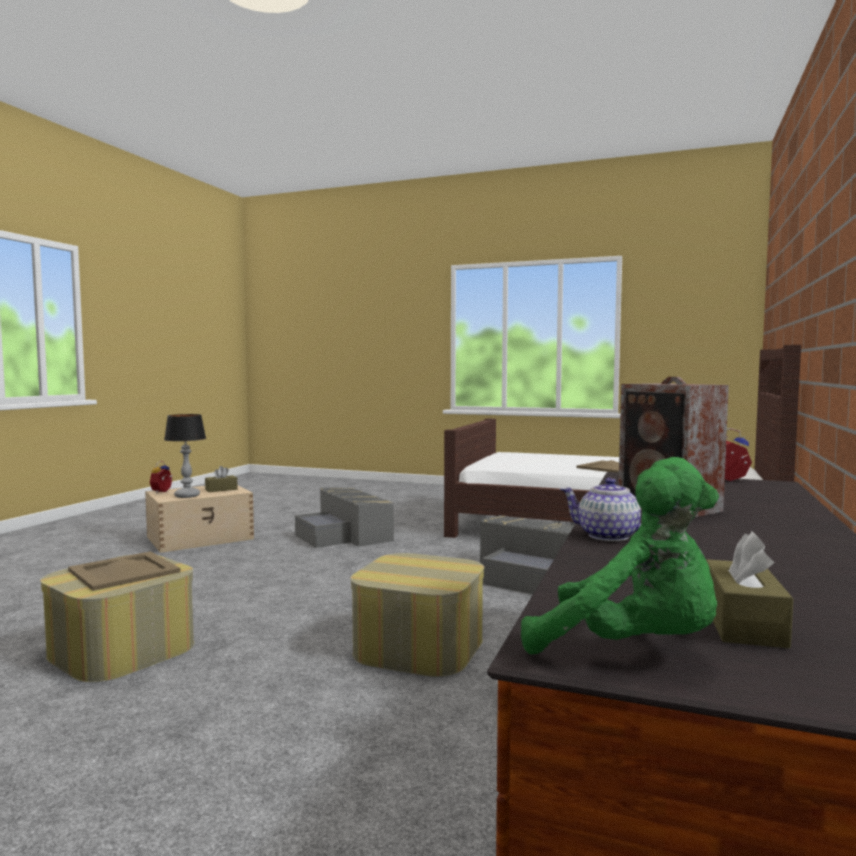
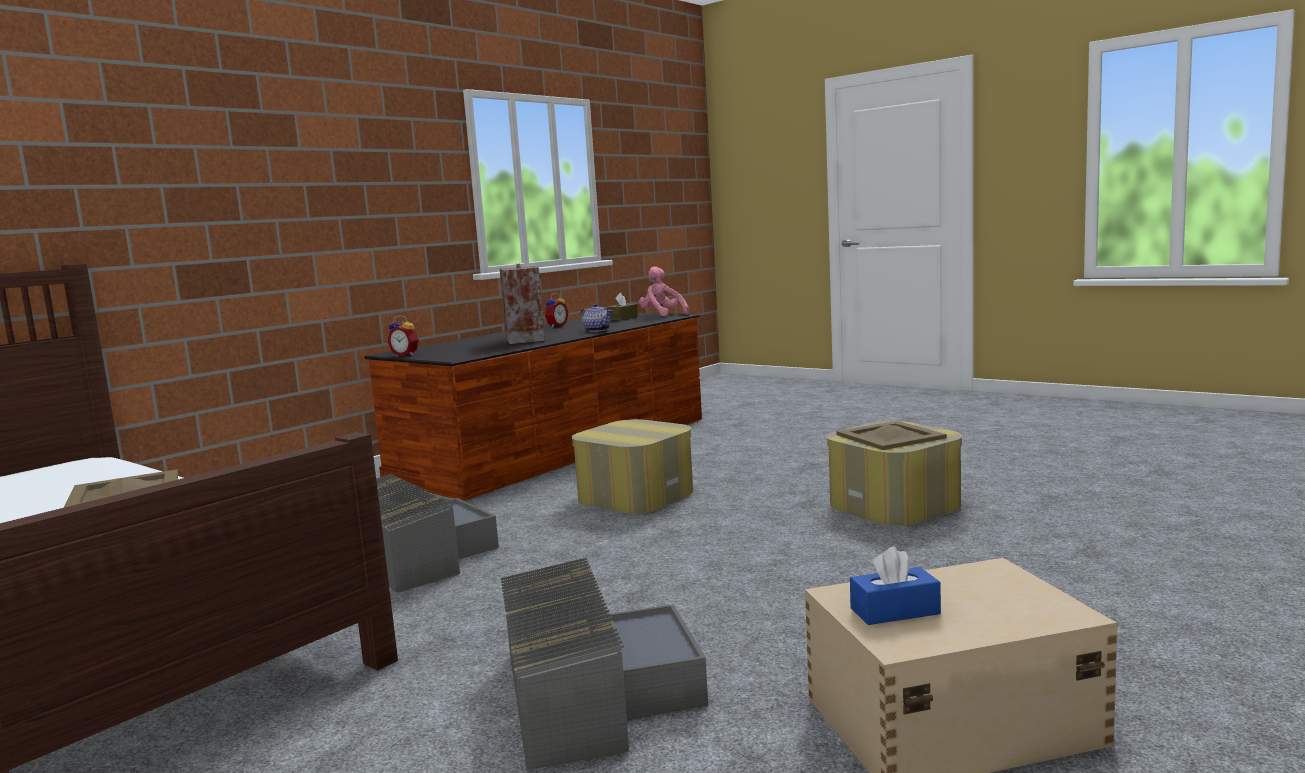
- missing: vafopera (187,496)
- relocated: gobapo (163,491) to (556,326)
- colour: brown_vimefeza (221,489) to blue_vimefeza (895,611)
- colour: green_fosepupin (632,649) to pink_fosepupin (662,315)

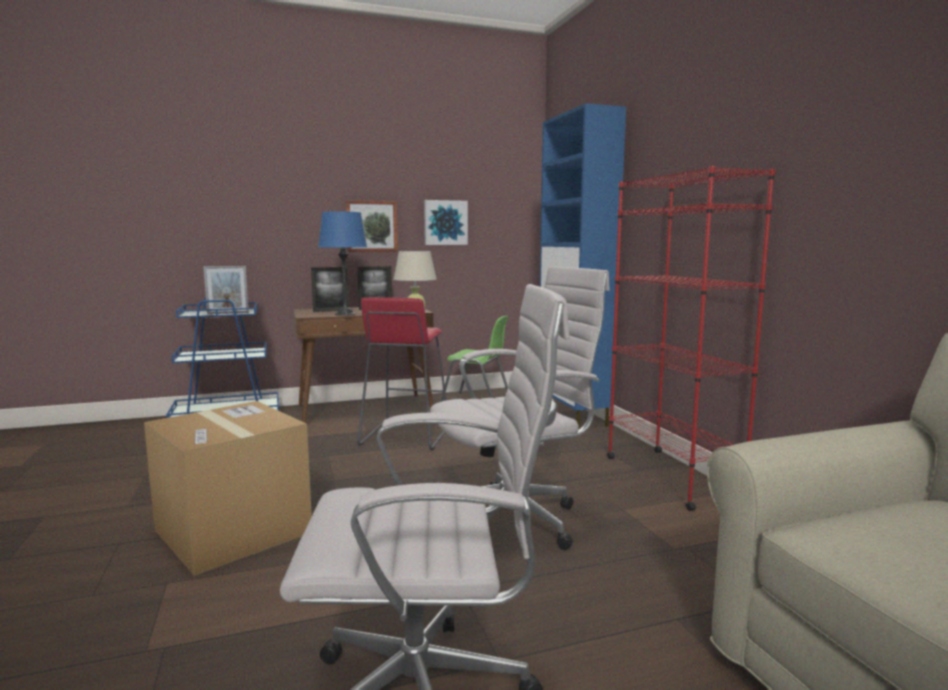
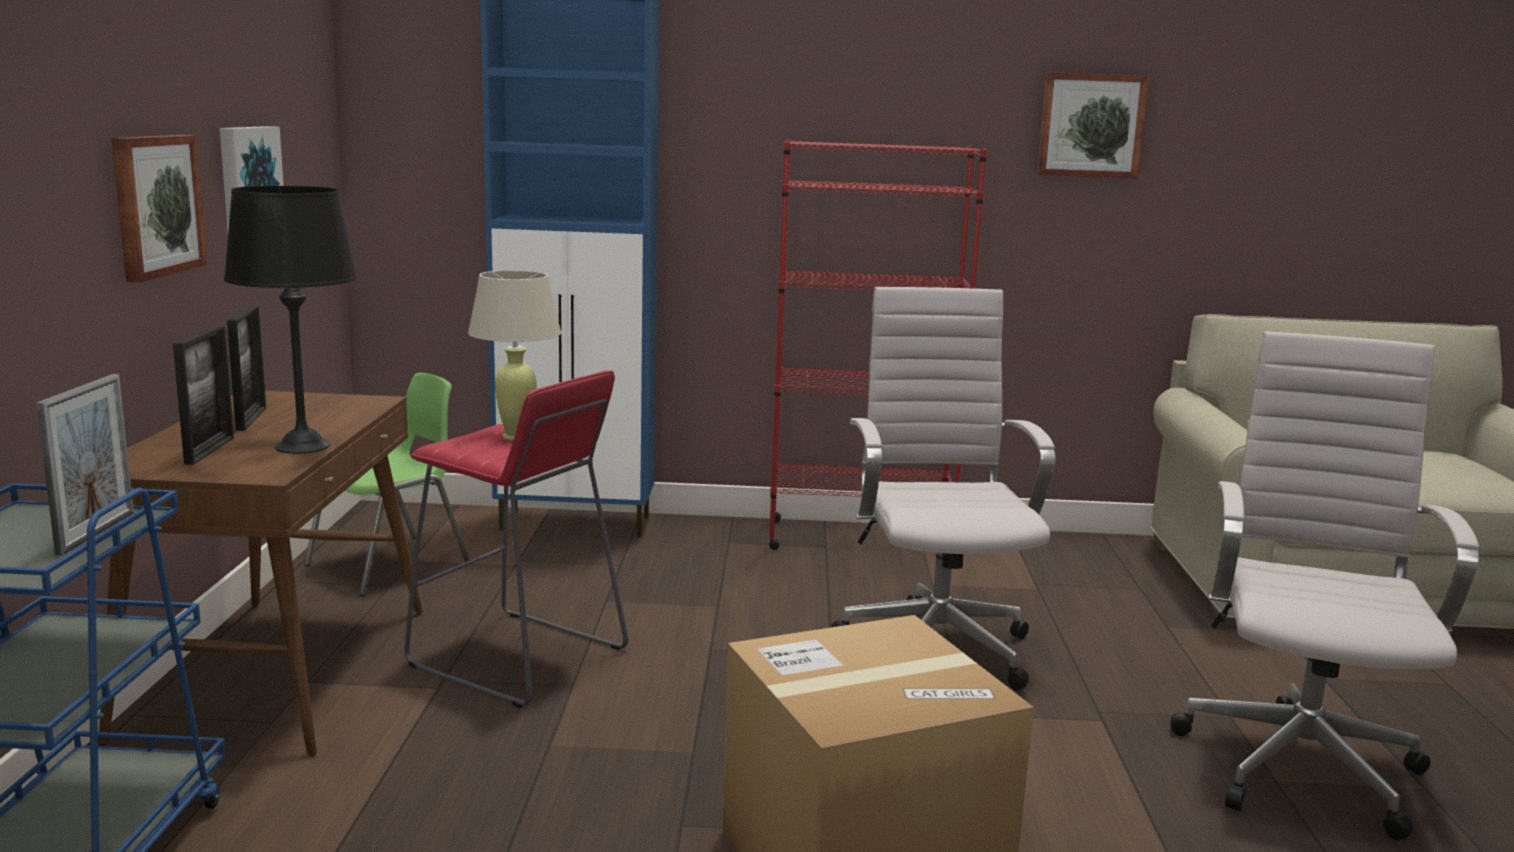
- appeared: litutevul (1090,125)
- colour: blue_vafopera (345,314) to black_vafopera (302,446)

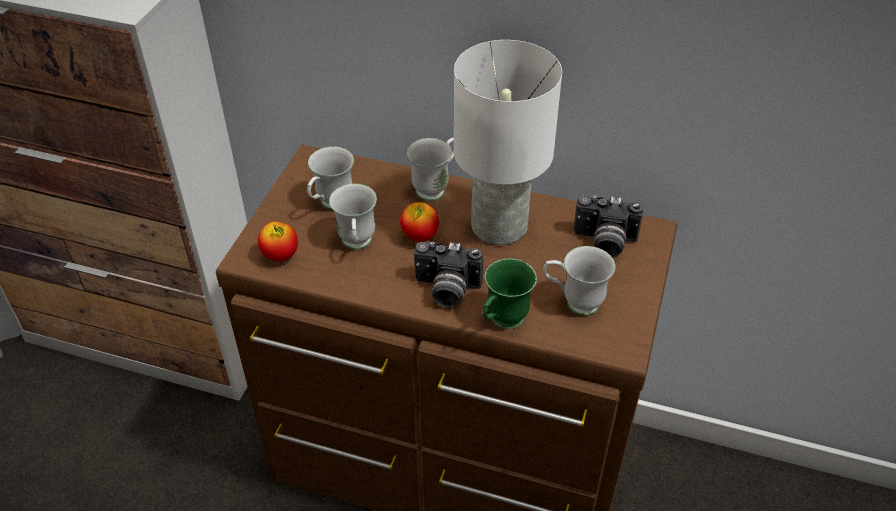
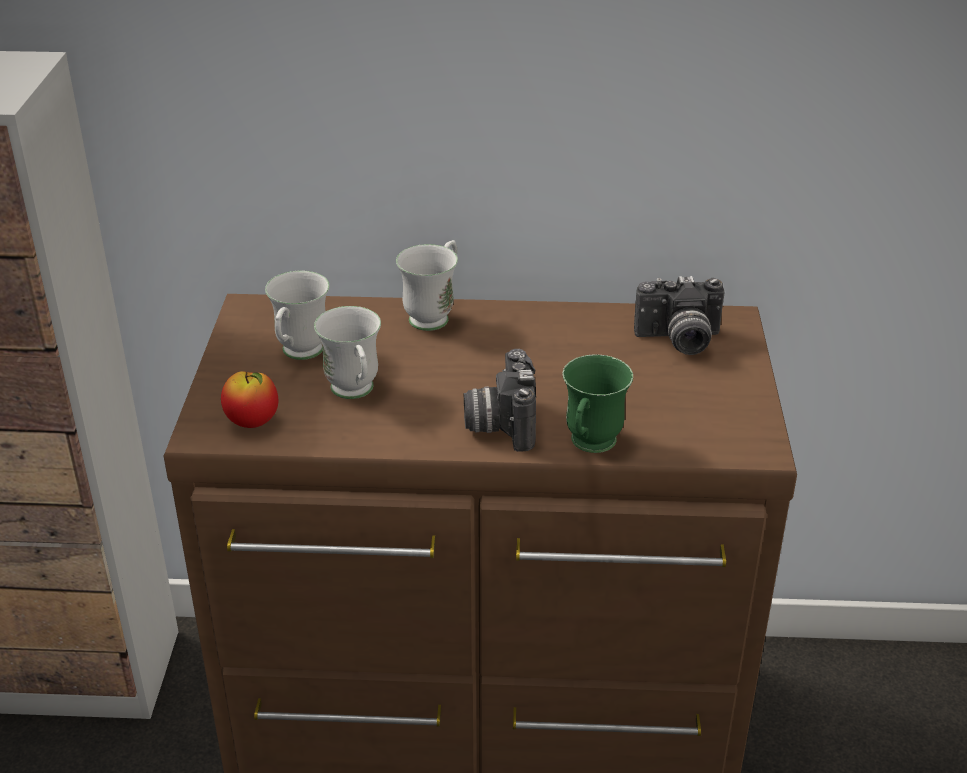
- missing: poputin (419,236)
- missing: white_vafopera (497,225)
- missing: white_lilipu (573,302)
- spun: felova (446,290) = (499,424) 90 degrees clockwise

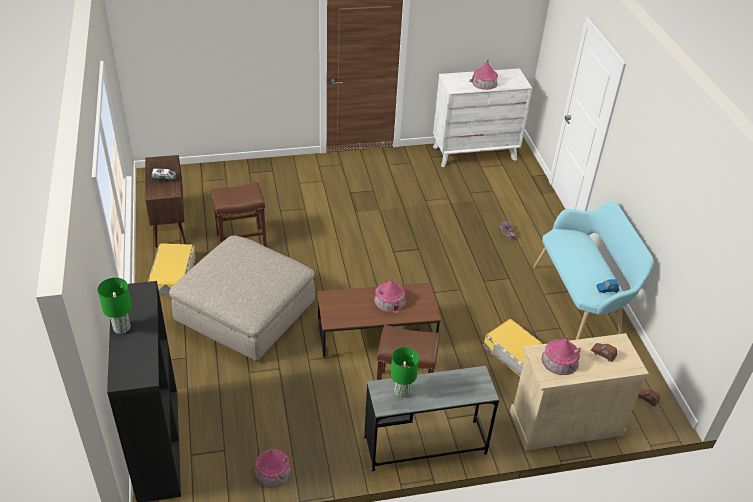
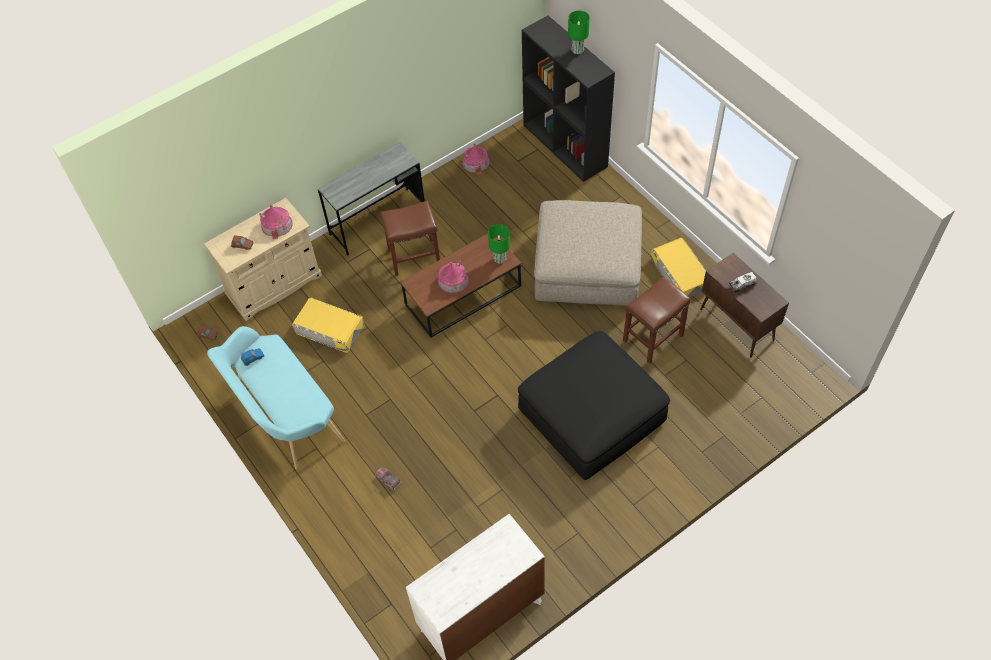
- missing: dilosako (484,82)
- appeared: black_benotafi (591,415)
- relocated: green_vafopera (402,392) to (499,258)

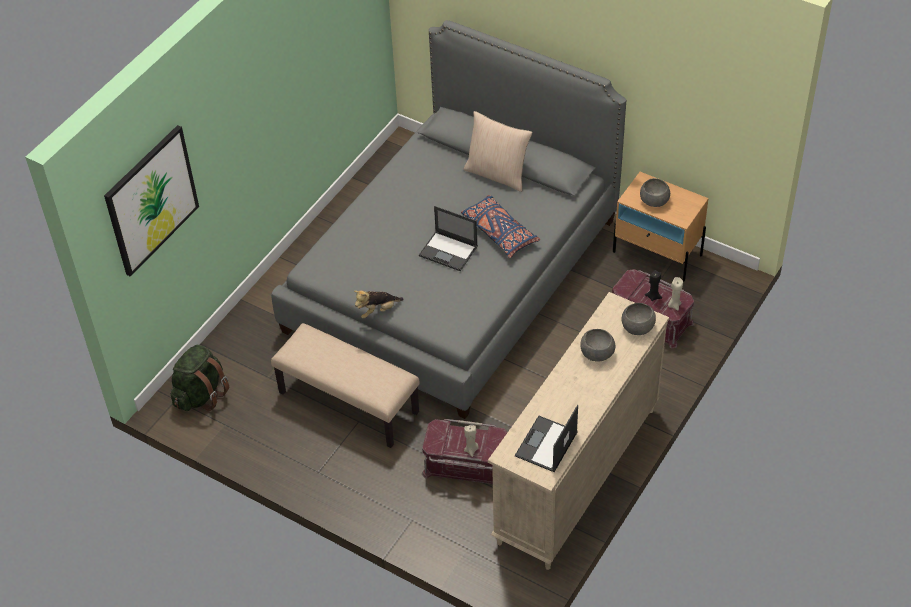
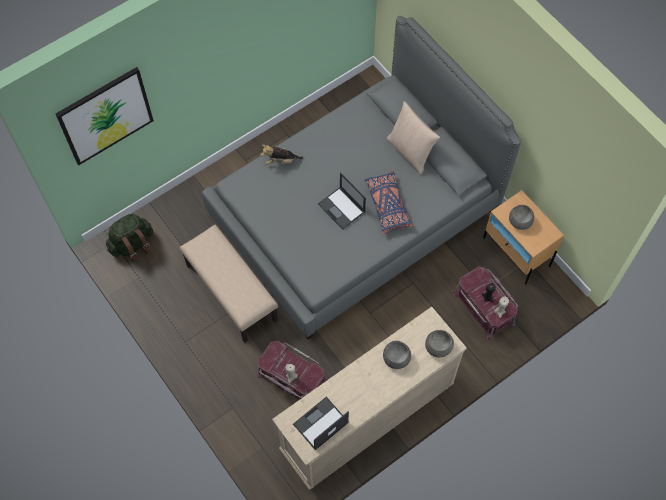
- relocated: fosepupin (378,310) to (281,161)

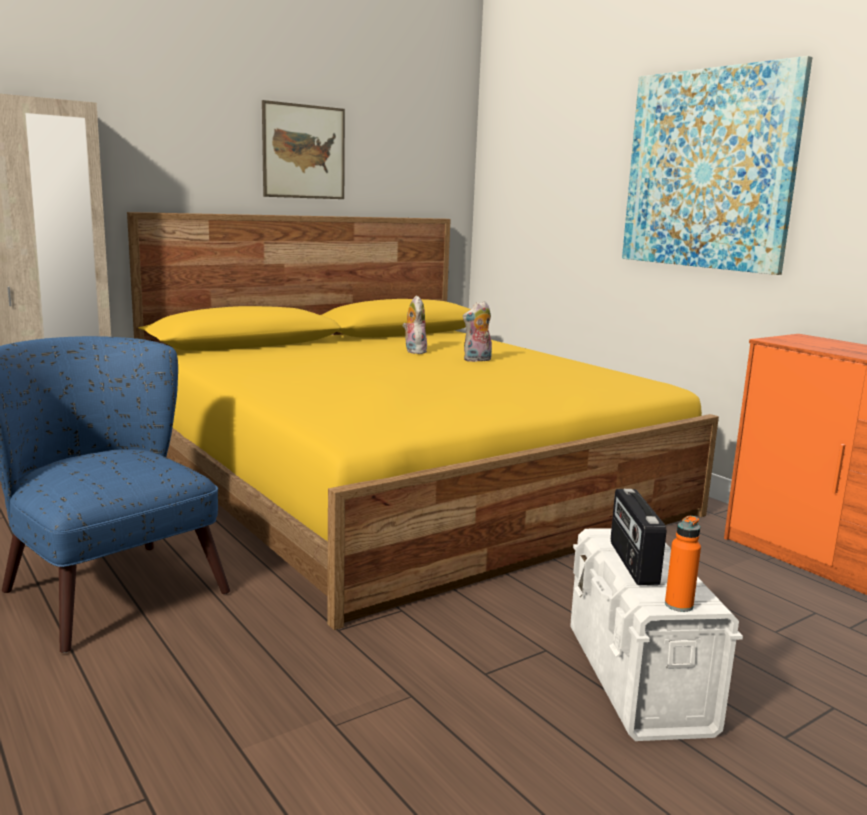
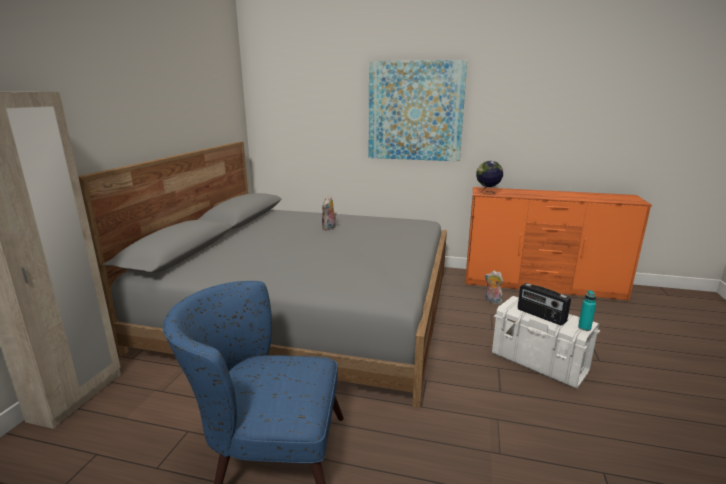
- missing: litutevul (304,152)
- appeared: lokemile (487,193)
- relocated: fosepupin (413,351) to (492,301)
- colour: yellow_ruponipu (403,483) to grey_ruponipu (308,308)
- colour: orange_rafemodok (678,605) to turquoise_rafemodok (584,328)

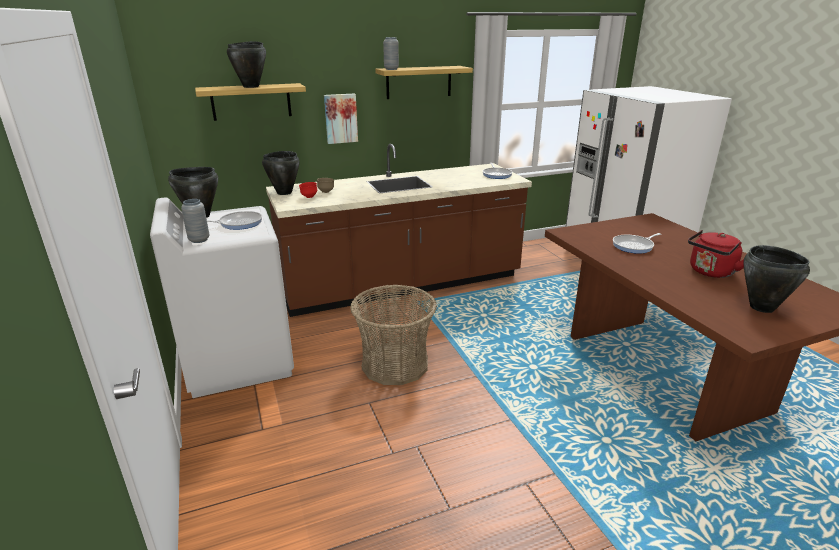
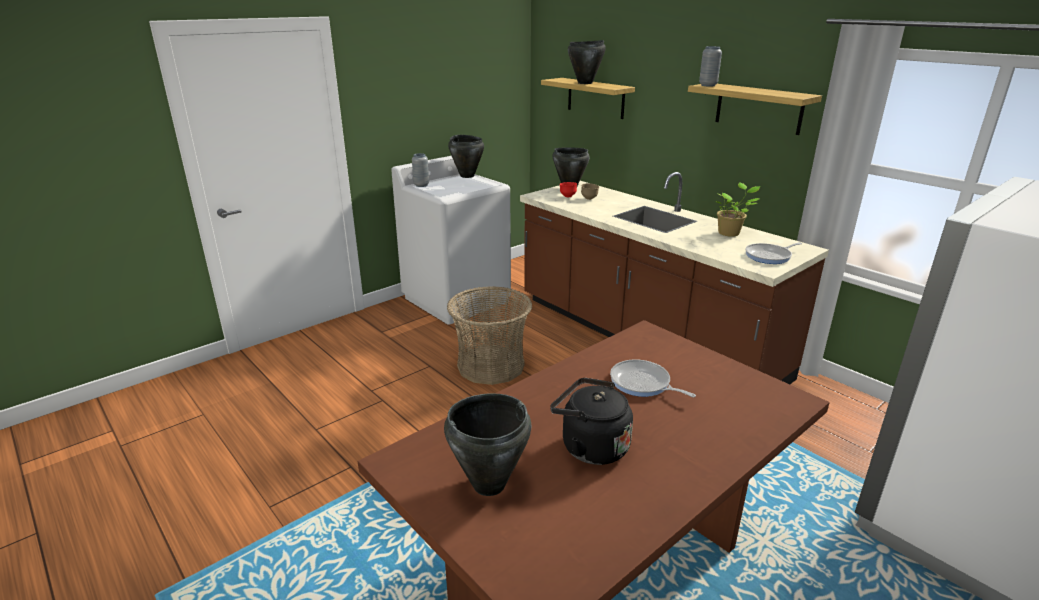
- missing: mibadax (238,223)
- missing: litutevul (340,118)
- appeared: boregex (730,233)
- colour: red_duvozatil (710,272) to black_duvozatil (590,447)

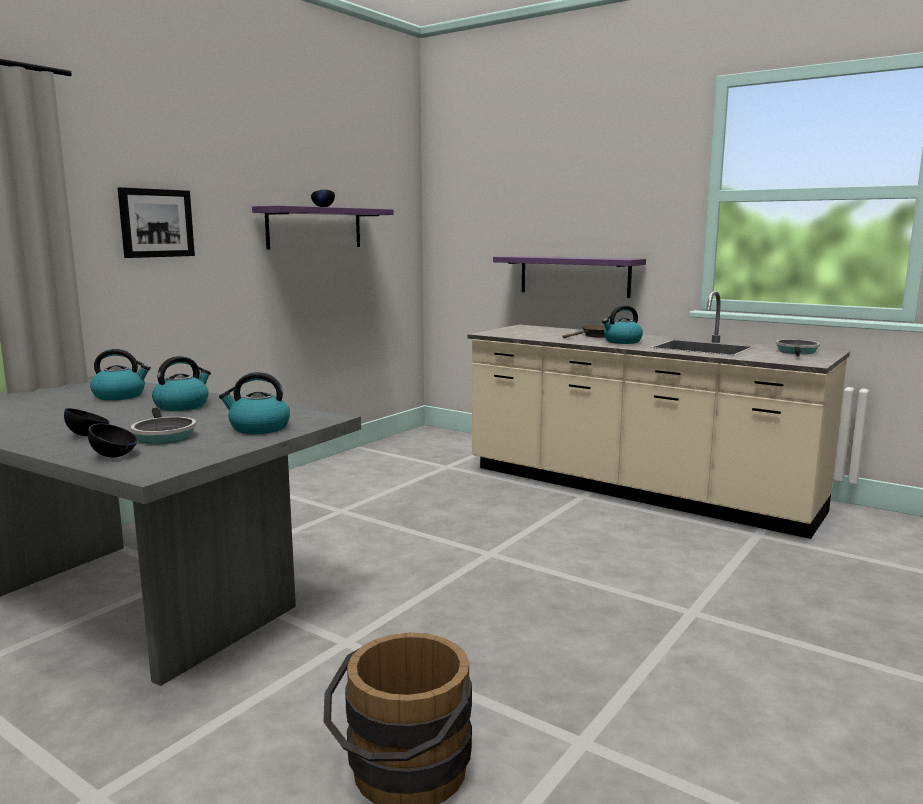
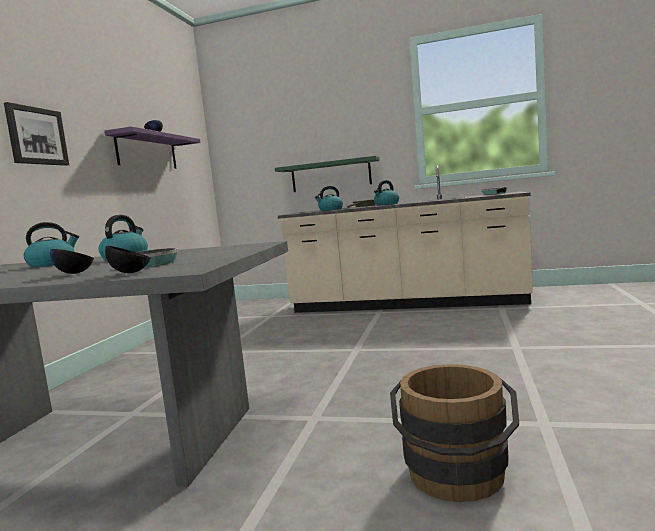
- relocated: duvozatil (258,428) to (330,210)
- colour: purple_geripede (574,276) to green_geripede (330,175)

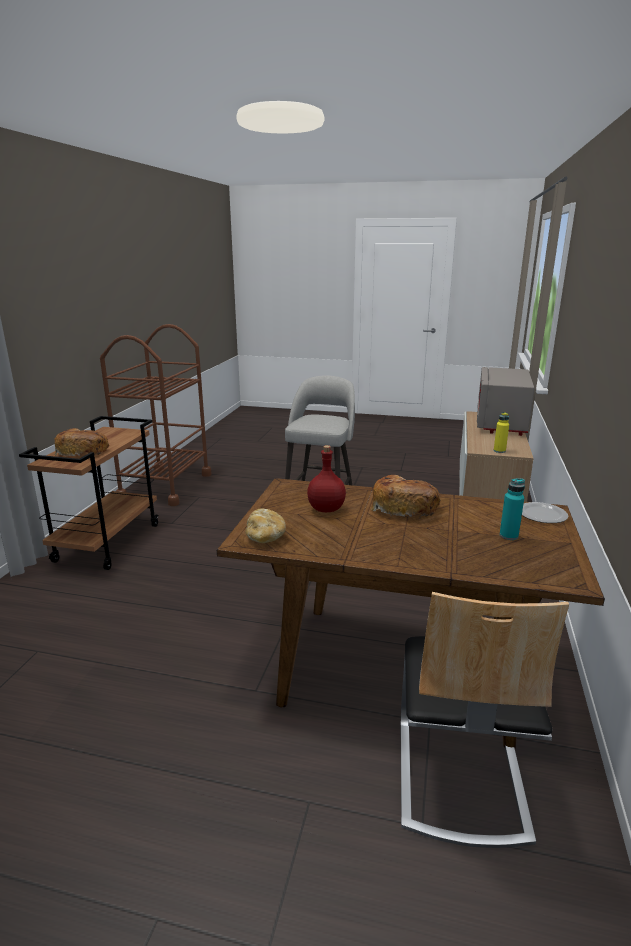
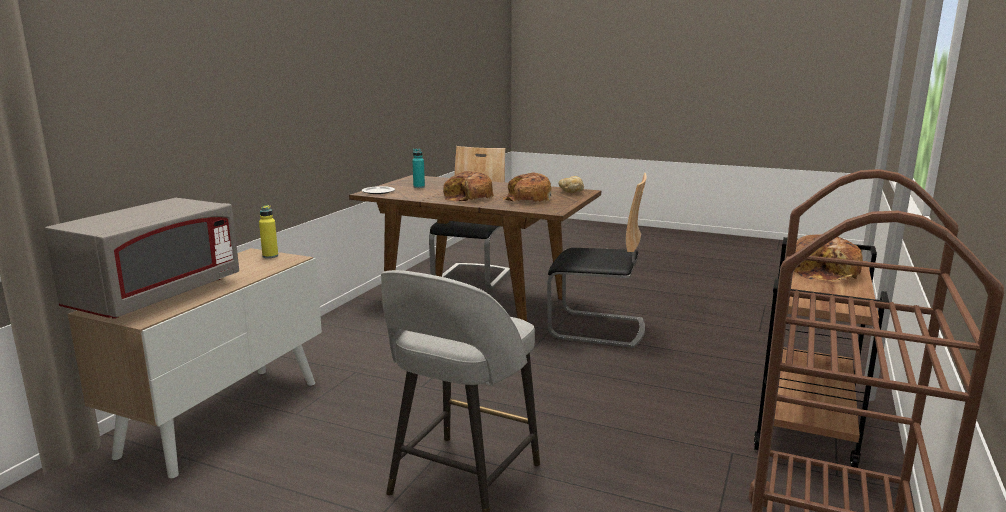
- appeared: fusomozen (597,328)
- exchanged: red_rafemodok (326,509) to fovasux (526,199)

